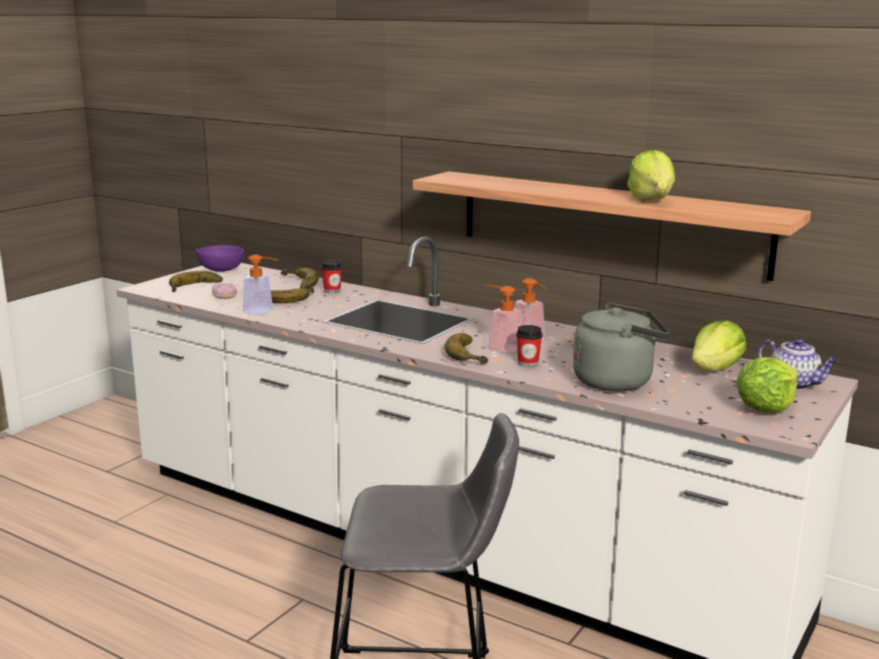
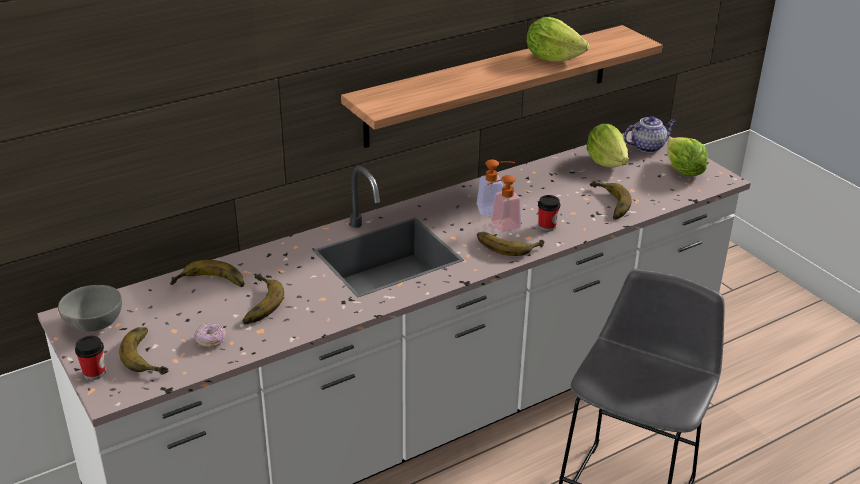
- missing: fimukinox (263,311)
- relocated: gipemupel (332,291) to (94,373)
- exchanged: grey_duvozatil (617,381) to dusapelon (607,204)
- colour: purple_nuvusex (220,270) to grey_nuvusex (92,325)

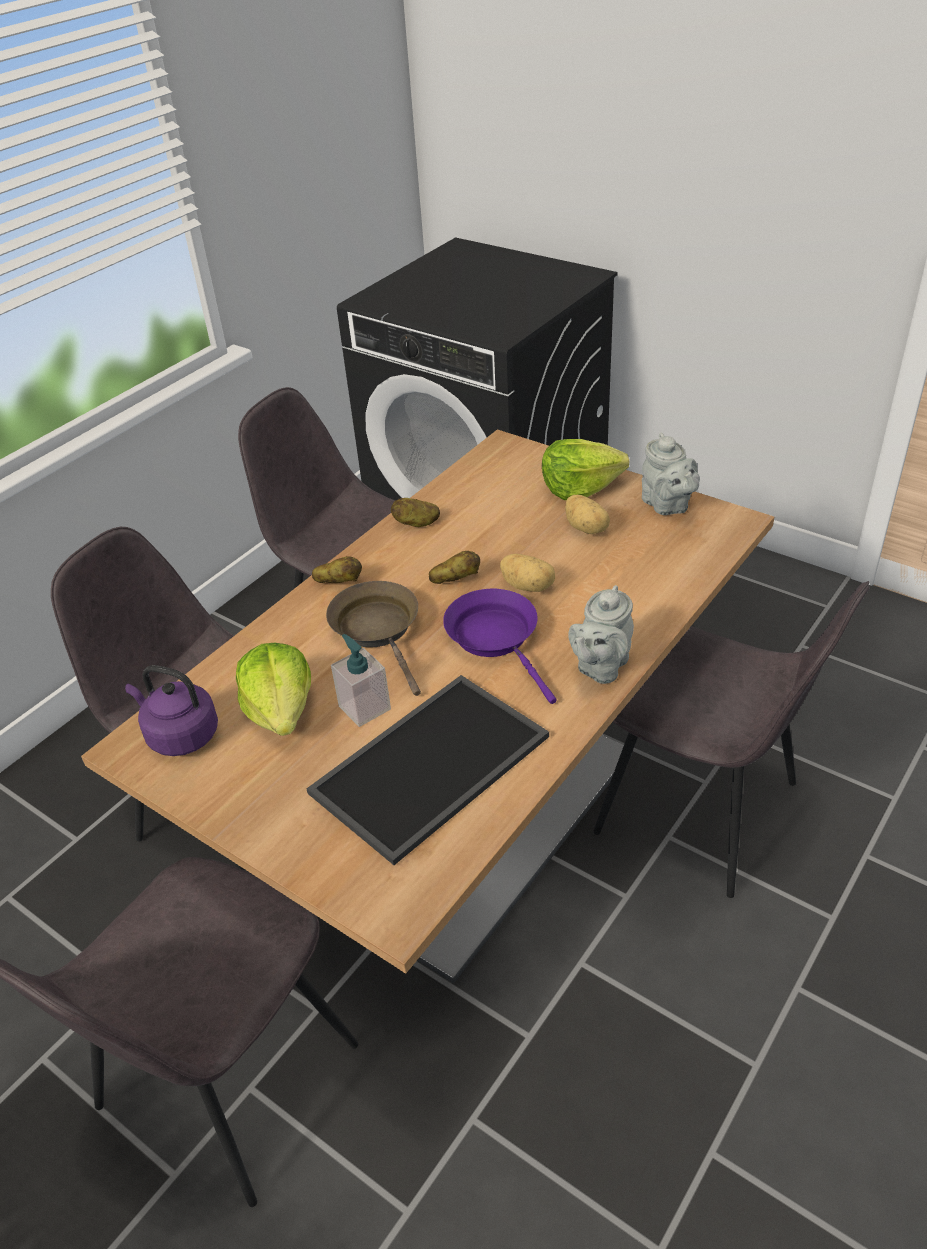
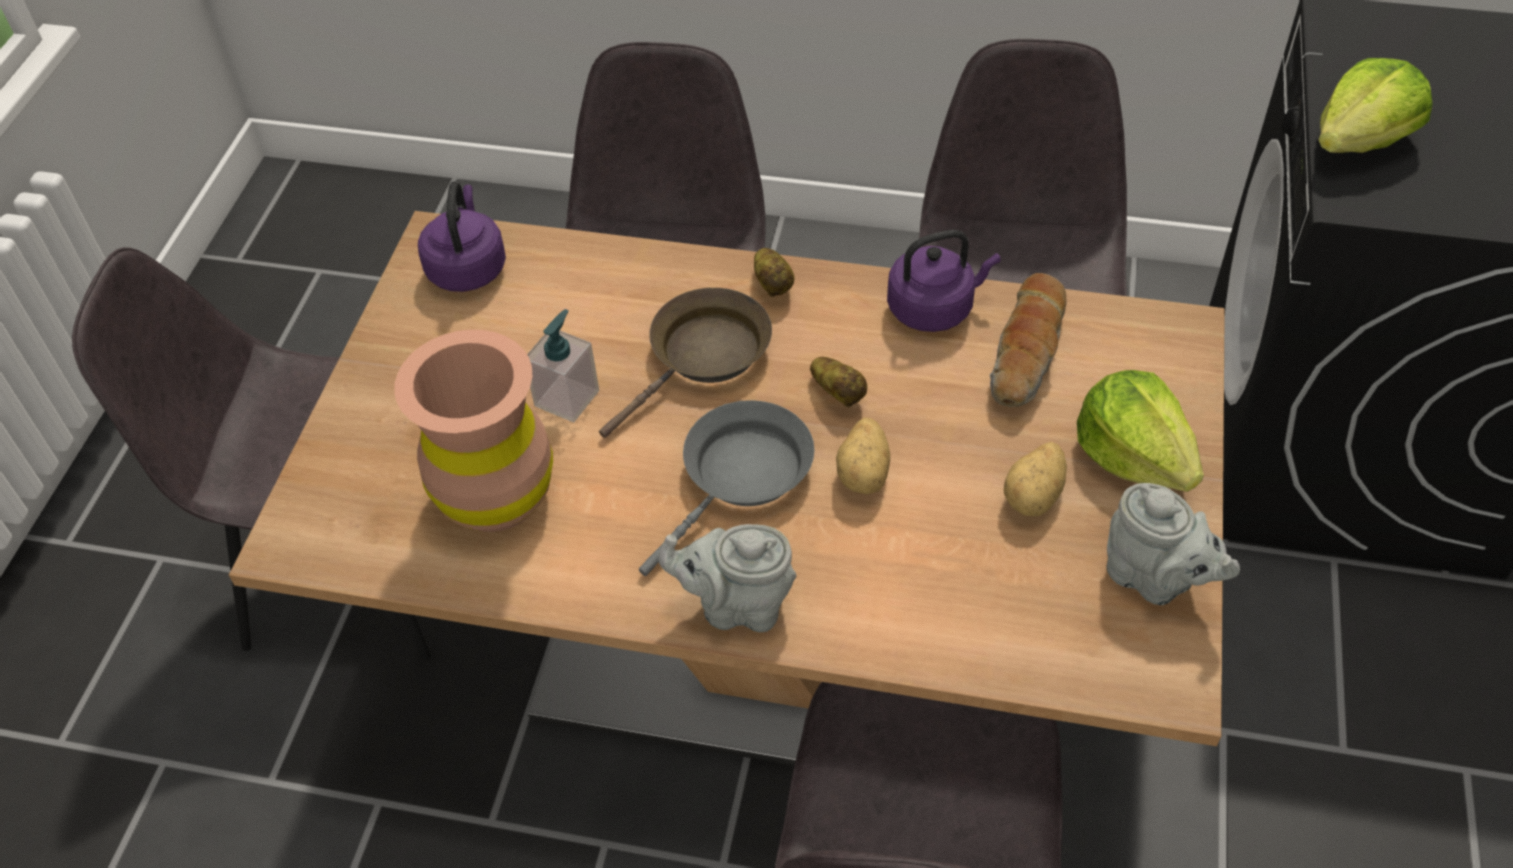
- appeared: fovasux (1028,354)
- relocated: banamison (281,710) to (1361,140)
- exchanged: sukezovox (431,768) to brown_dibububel (495,495)
- exchanged: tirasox (416,523) to purple_duvozatil (934,308)
- colour: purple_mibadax (496,639) to grey_mibadax (742,477)
- spun: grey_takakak (667,506) = (1155,579) 90 degrees counterclockwise

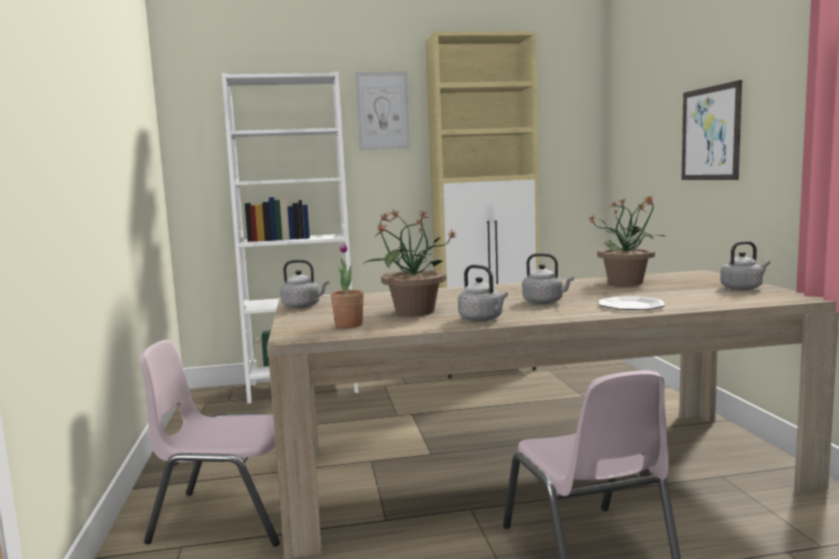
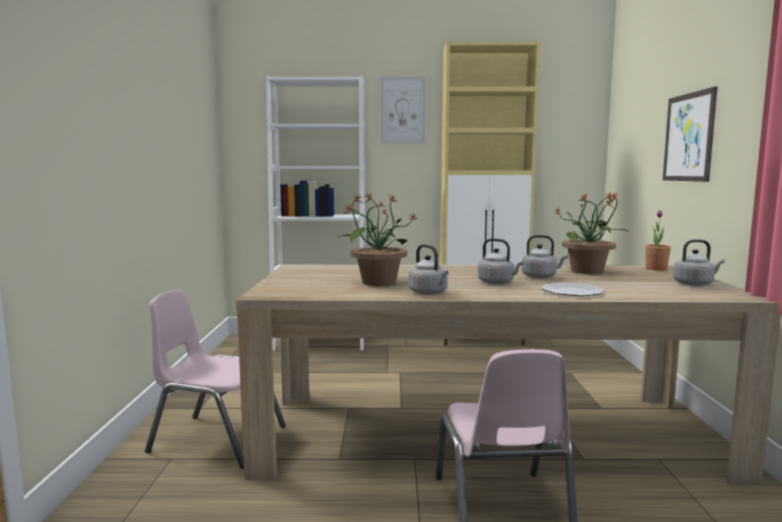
- relocated: grey_duvozatil (303,306) to (541,276)
- relocated: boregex (349,325) to (656,269)

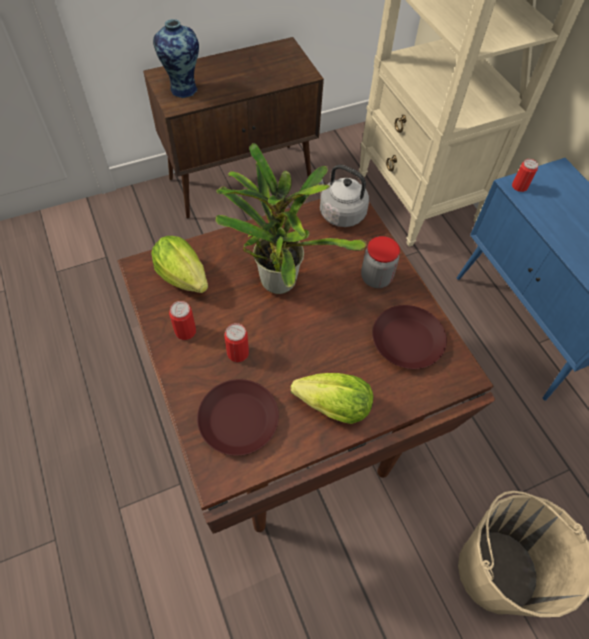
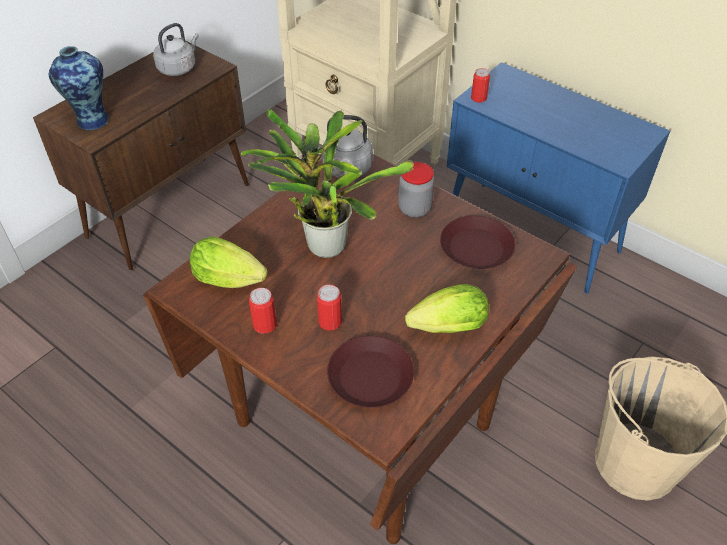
- appeared: grey_duvozatil (178,68)

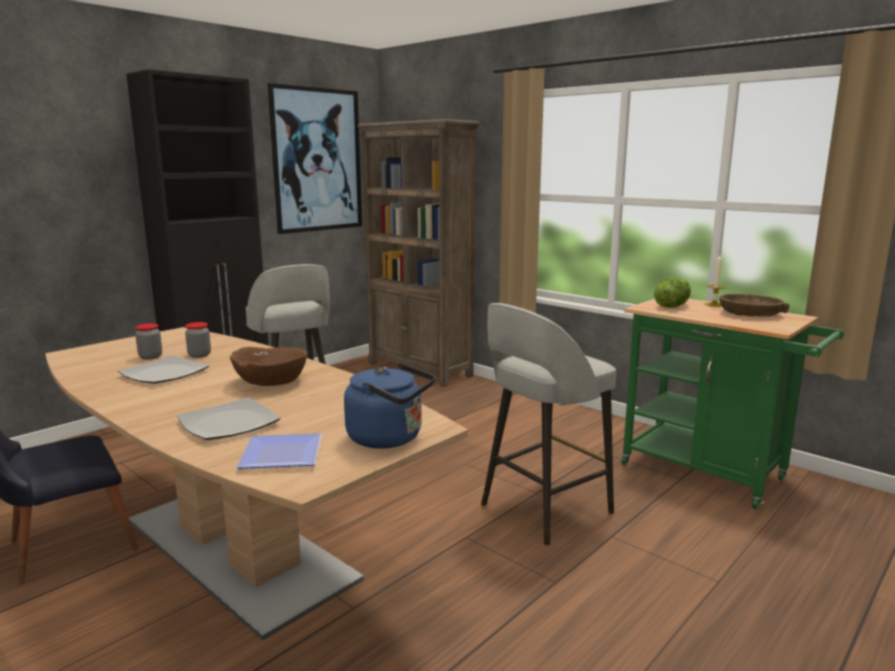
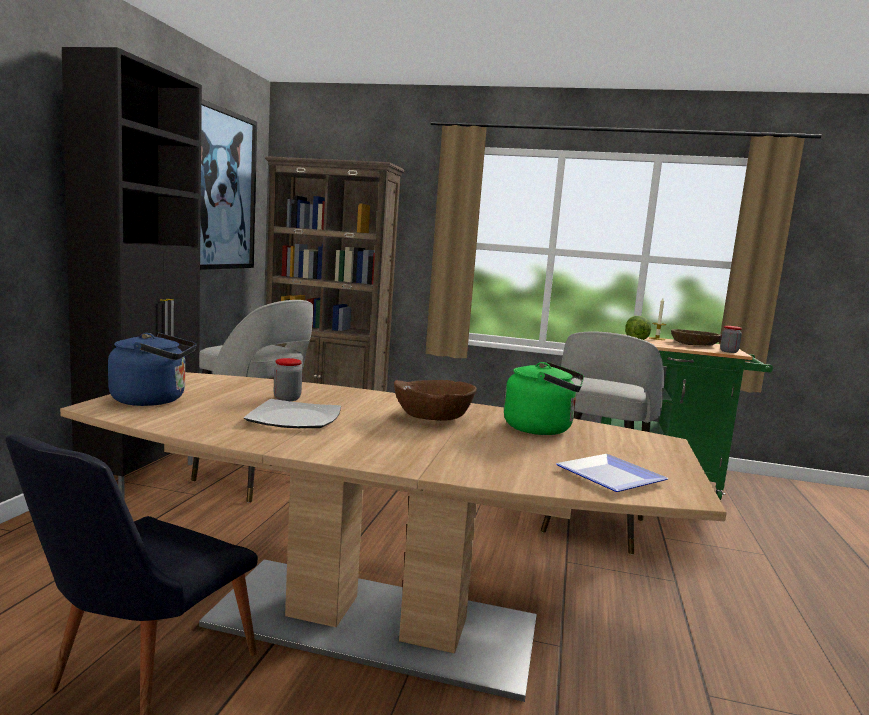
- missing: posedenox (229,423)
- appeared: green_duvozatil (542,429)
- relocated: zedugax (150,357) to (728,351)
- relocated: blue_duvozatil (389,438) to (153,400)

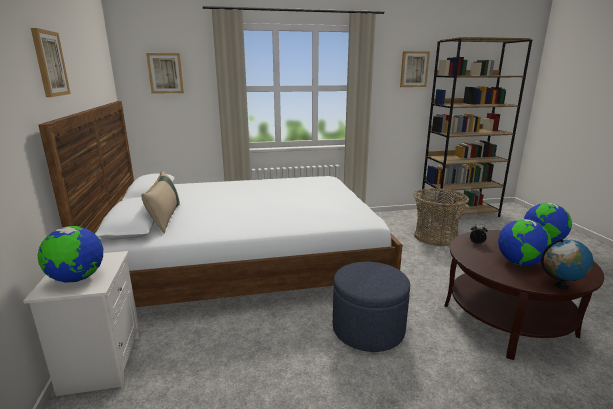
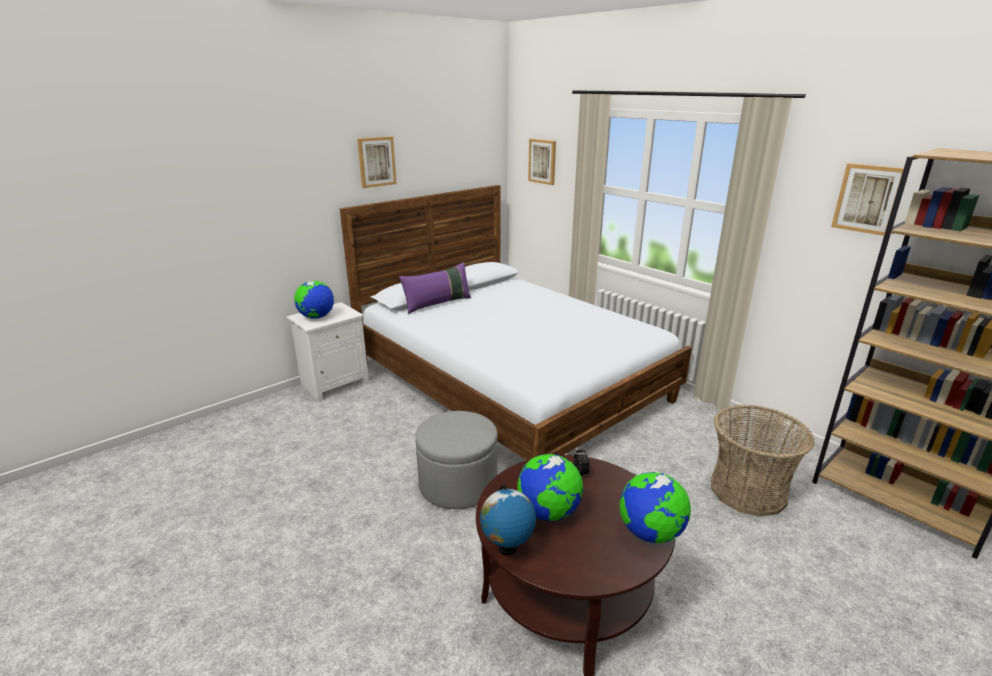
- colour: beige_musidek (165,217) to purple_musidek (437,304)
- colour: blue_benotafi (368,329) to grey_benotafi (458,484)

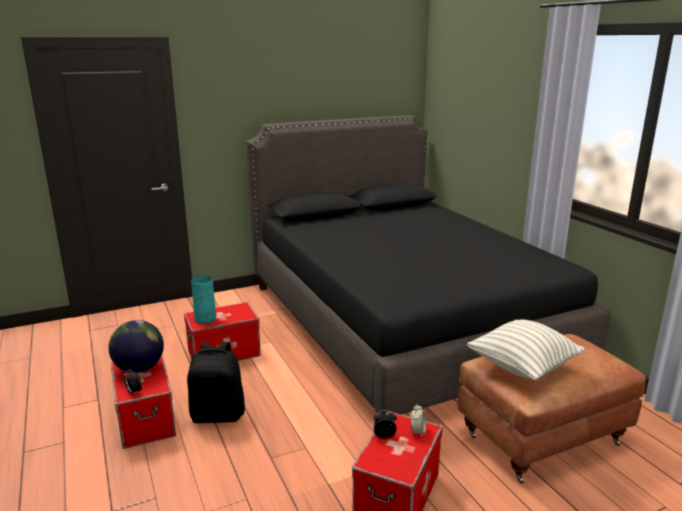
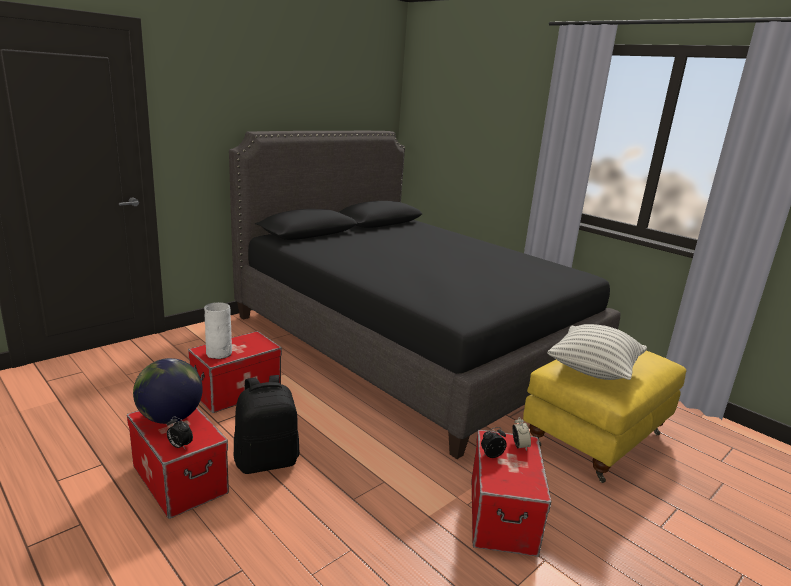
- colour: turquoise_dibububel (205,319) to white_dibububel (219,353)
- colour: brown_benotafi (541,437) to yellow_benotafi (595,437)

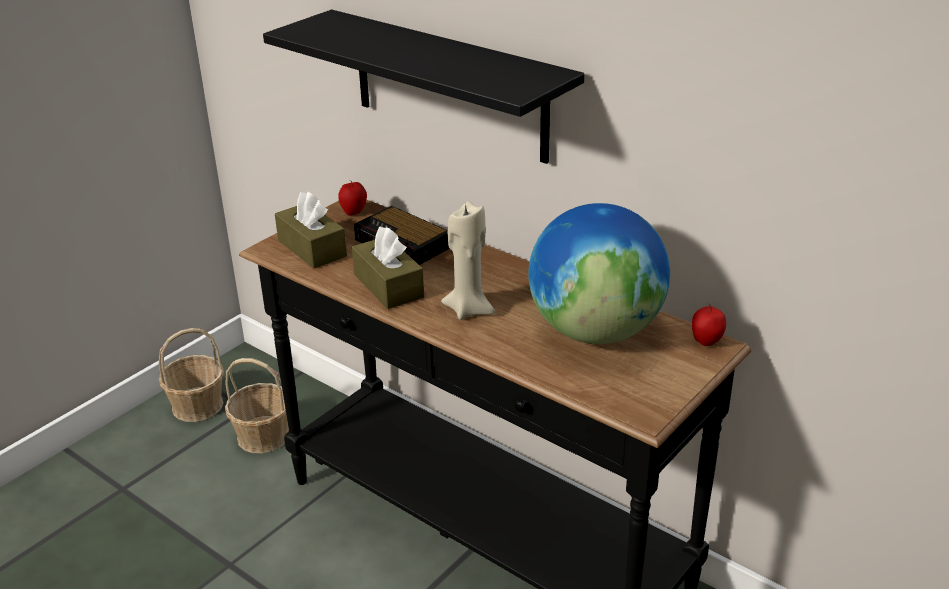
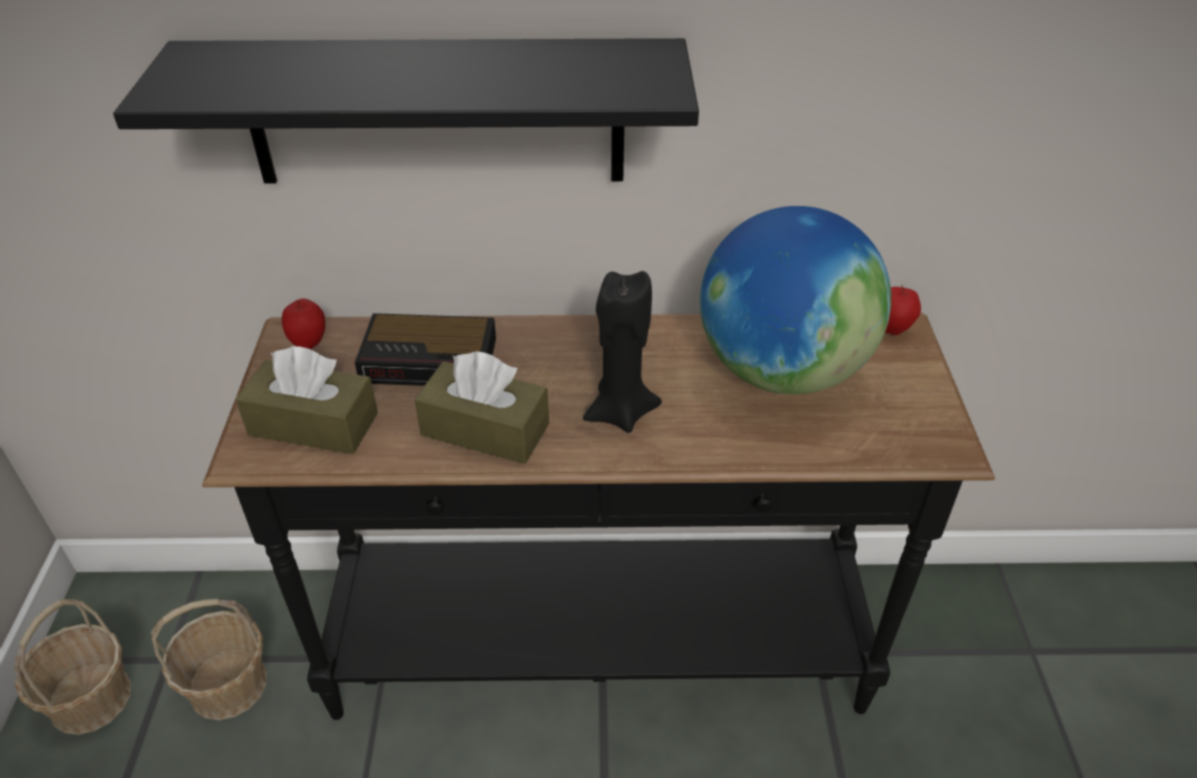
- colour: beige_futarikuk (469,309) to black_futarikuk (620,413)

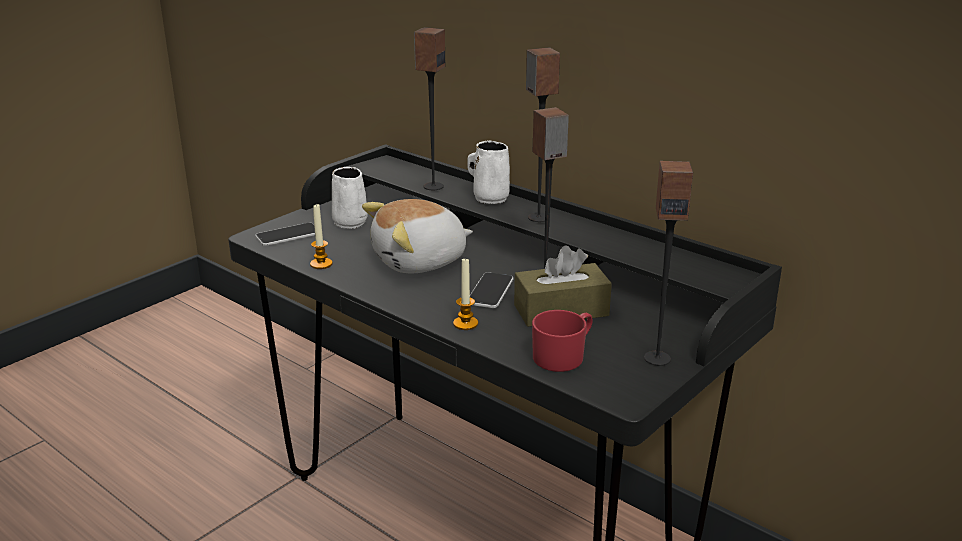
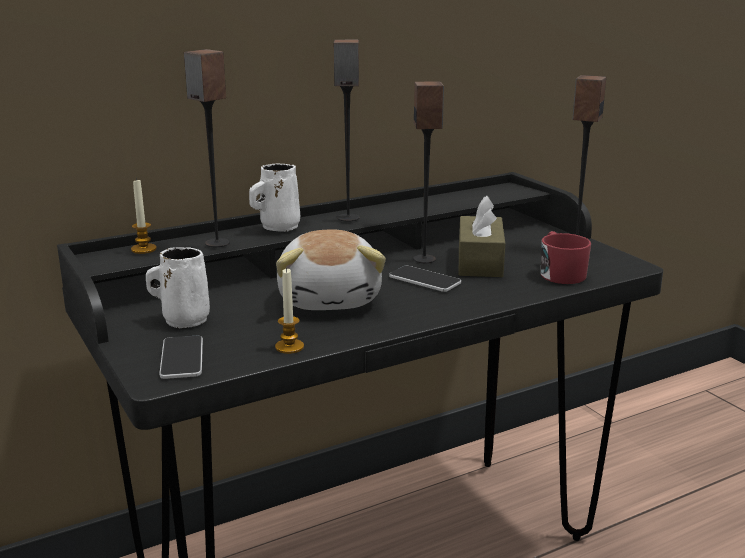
- relocated: futarikuk (465,324) to (144,249)

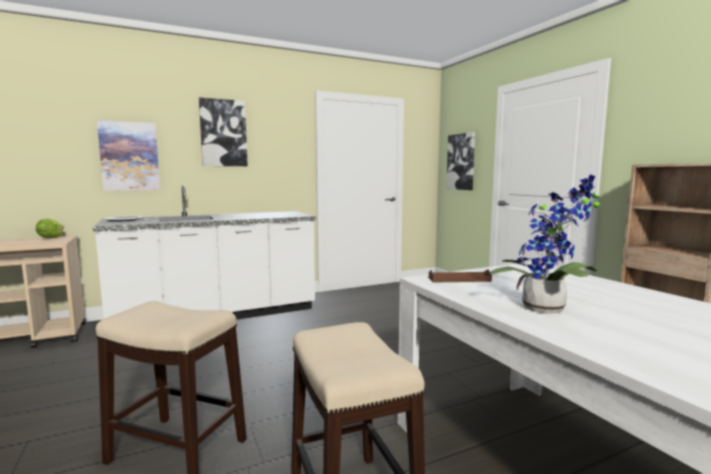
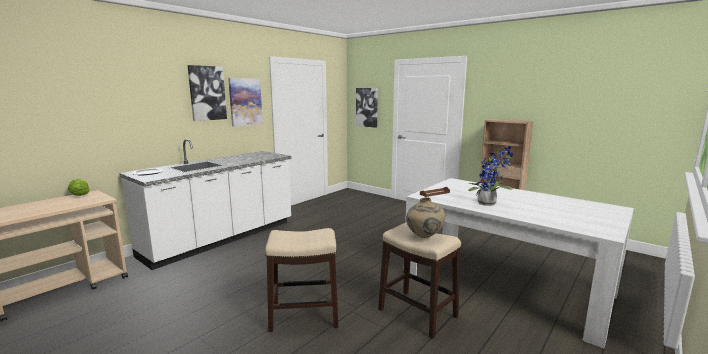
- appeared: beige_dibububel (424,237)
- relocated: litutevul (129,156) to (245,102)

